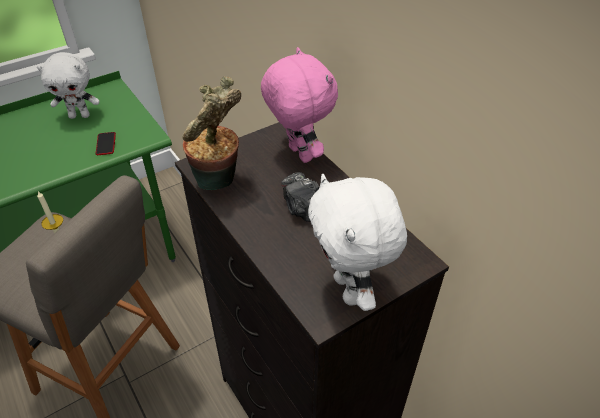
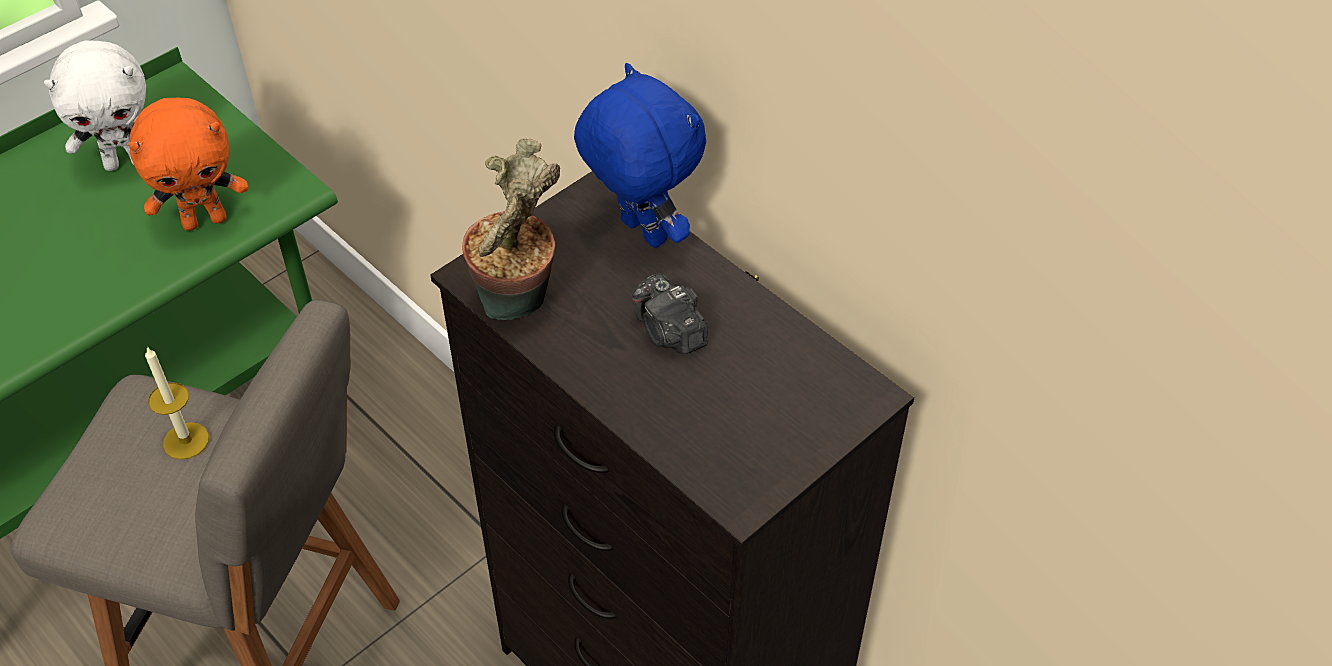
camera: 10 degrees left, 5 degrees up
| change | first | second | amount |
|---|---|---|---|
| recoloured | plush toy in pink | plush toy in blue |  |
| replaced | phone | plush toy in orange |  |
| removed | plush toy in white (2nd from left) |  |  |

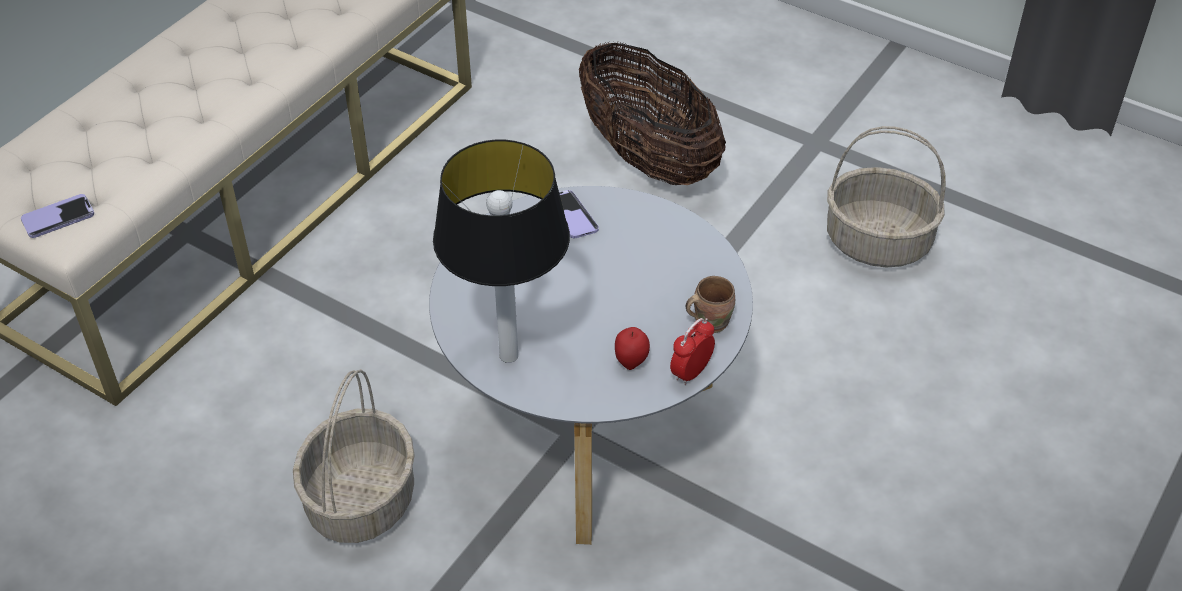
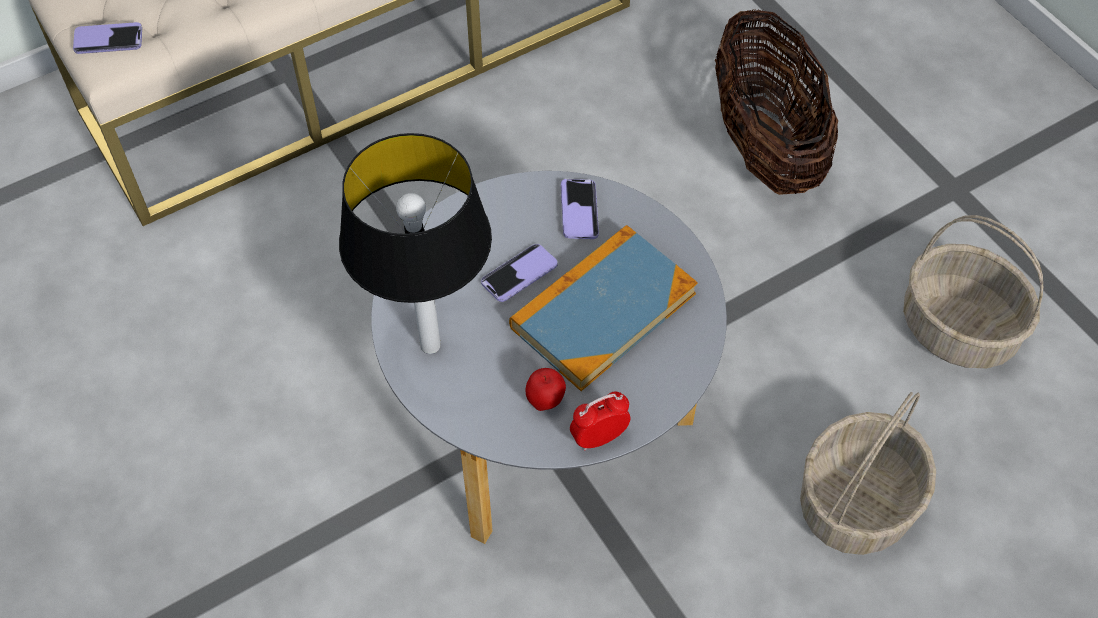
camera: 25 degrees right, 10 degrees up
| change | first | second | amount |
|---|---|---|---|
| removed | mug in brown |  |  |
| moved | basket (1st from left in the first image) | basket (2nd from left) |  |
| added |  | book |  |
| added |  | phone (2nd from left) |  |

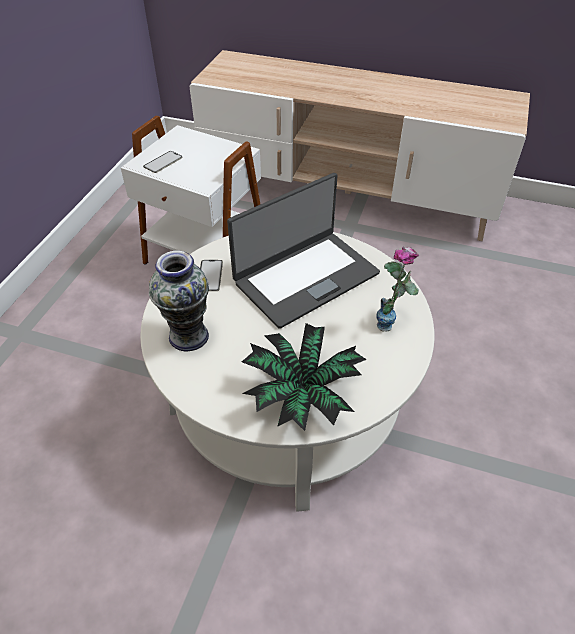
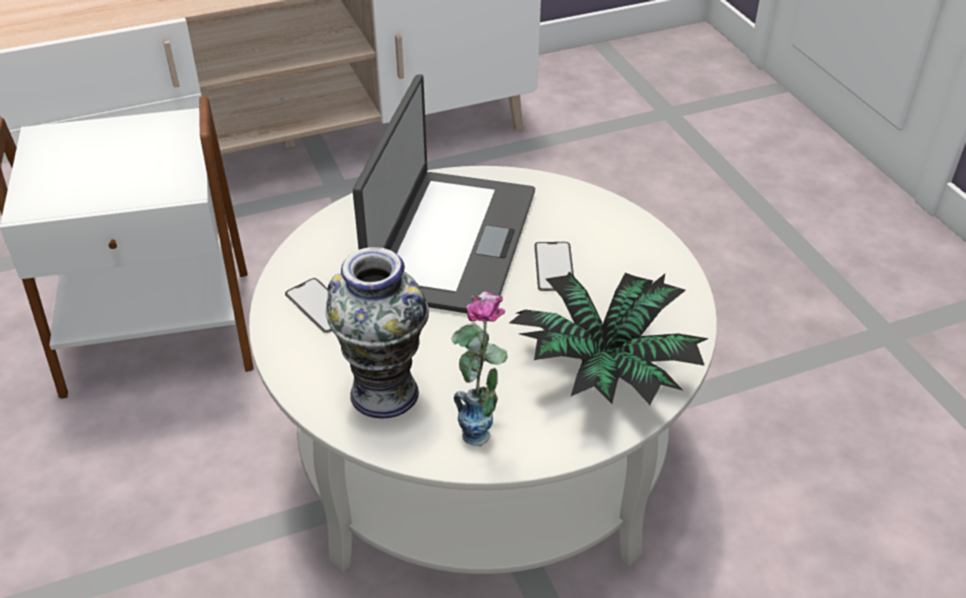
camera: 40 degrees left, 5 degrees down
| change | first | second | amount |
|---|---|---|---|
| moved | phone (1st from left in the first image) | phone (2nd from left) |  |
| moved | vase (2nd from left) |  |  |

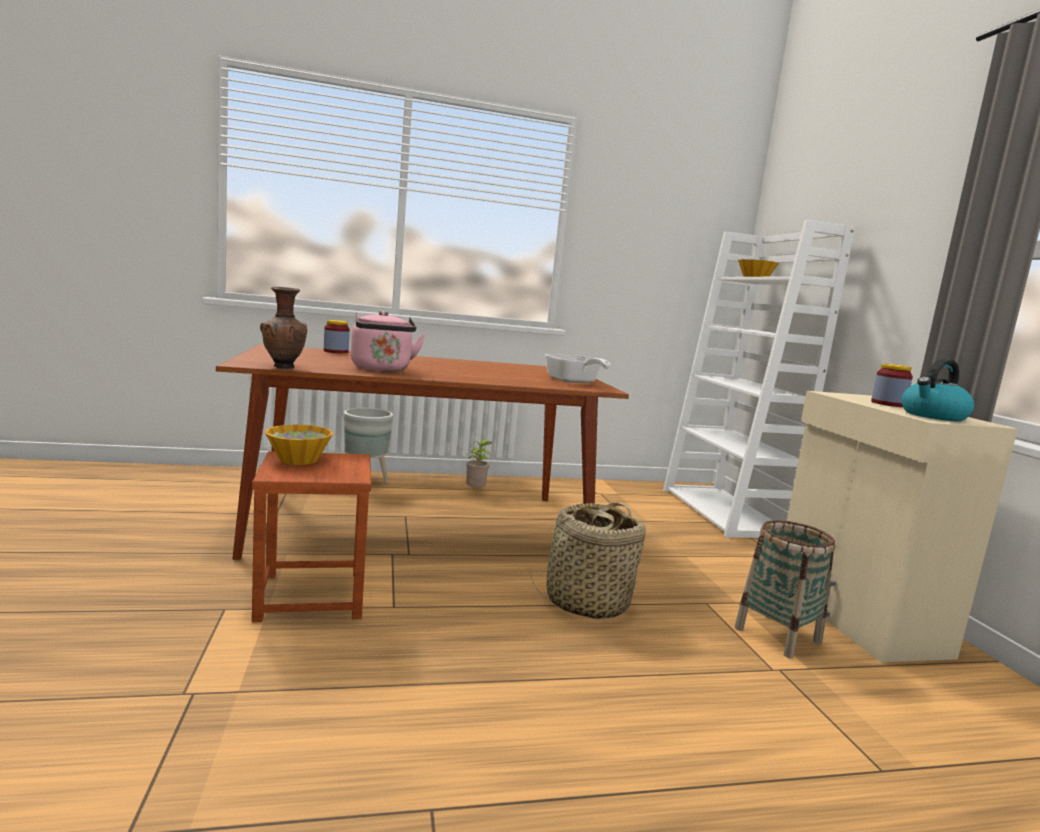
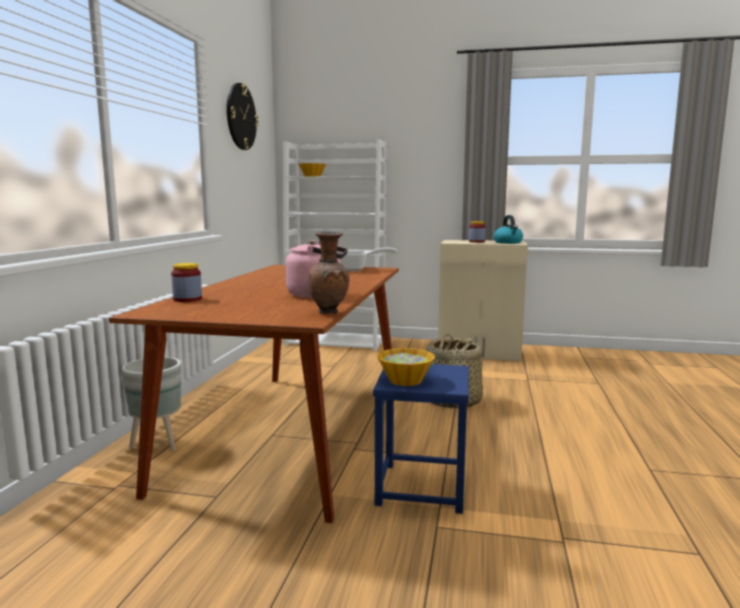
camera: 65 degrees left, 0 degrees up
| change | first | second | amount |
|---|---|---|---|
| removed | potted plant |  |  |
| recoloured | stool in brown | stool in blue |  |
| removed | basket (2nd from left) |  |  |
| added |  | wall clock |  |

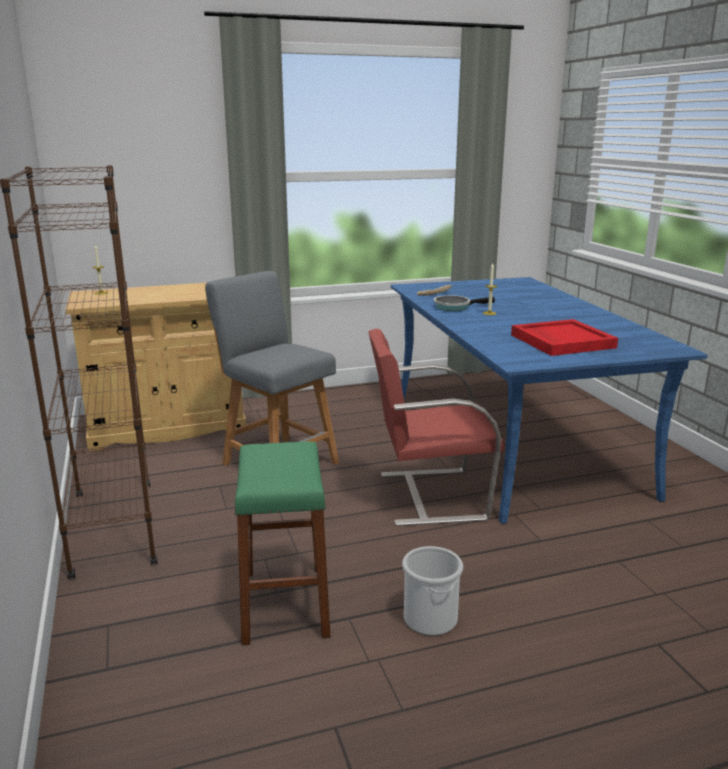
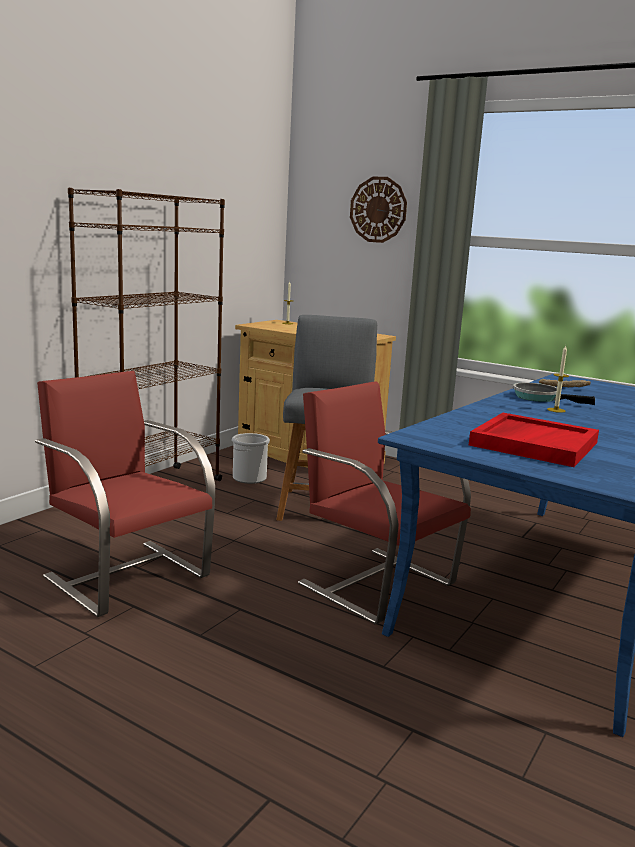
camera: 50 degrees right, 5 degrees down
| change | first | second | amount |
|---|---|---|---|
| replaced | stool in green | chair in red (1st from left) |  |
| moved | bucket |  |  |
| added |  | wall clock |  |

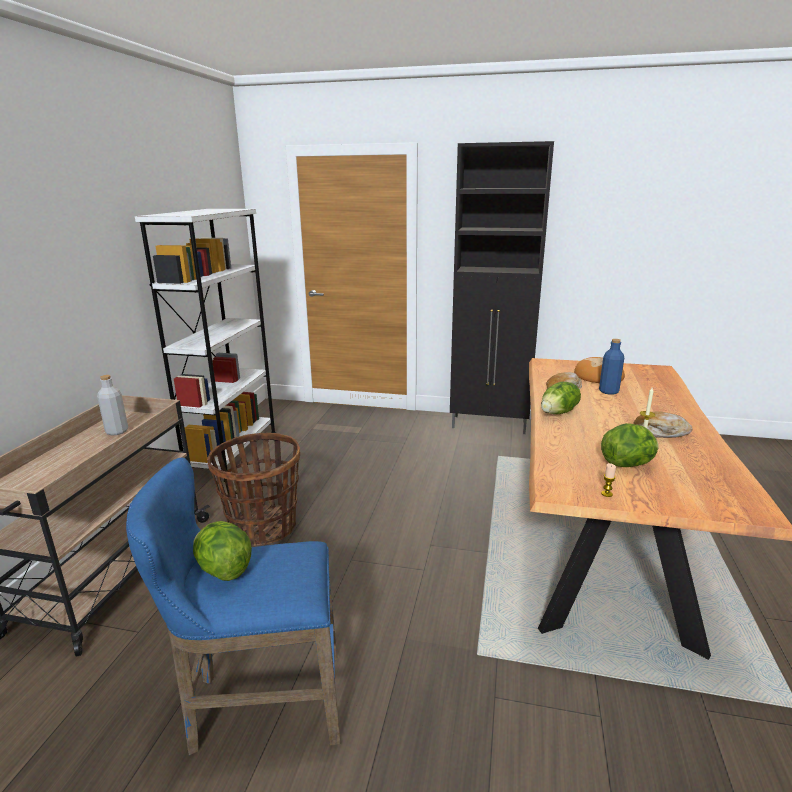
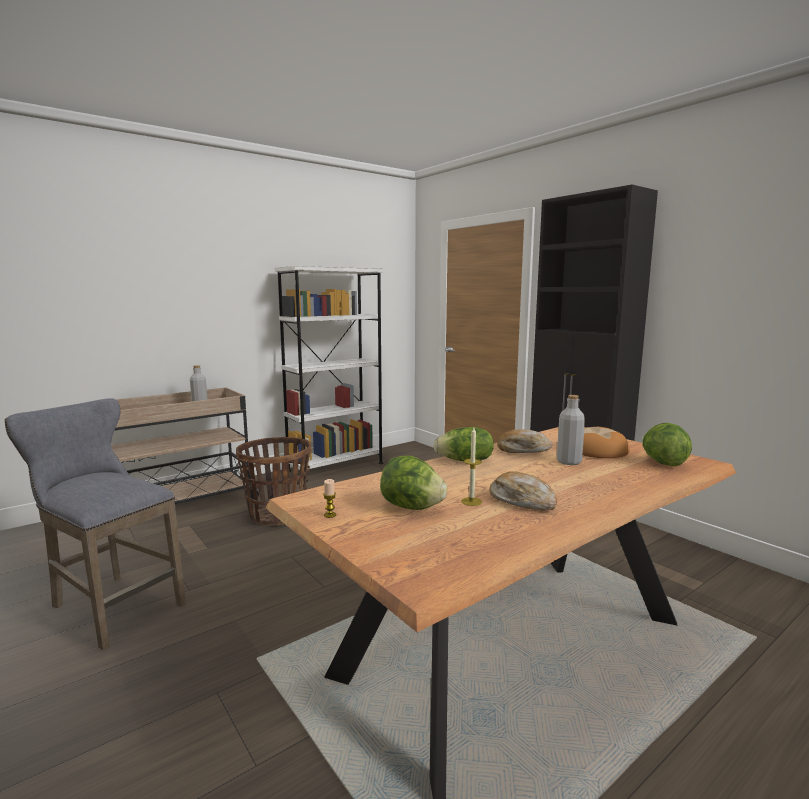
camera: 40 degrees right, 10 degrees down
| change | first | second | amount |
|---|---|---|---|
| recoloured | bottle in blue | bottle in grey (2nd from left) |  |
| recoloured | stool in blue | stool in grey |  |
| moved | lettuce (1st from left in the first image) | lettuce (3rd from left) |  |

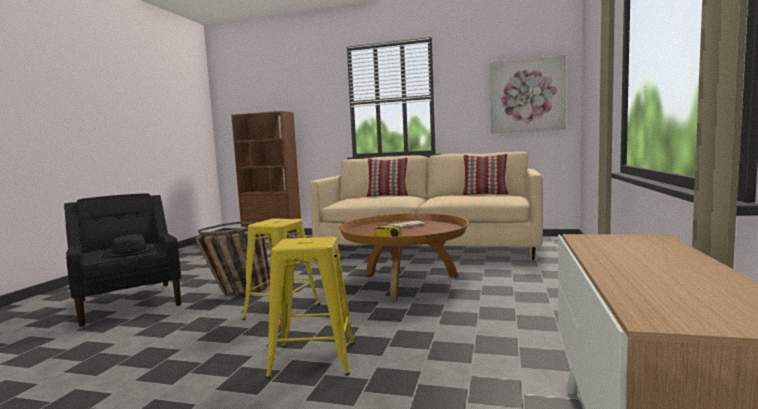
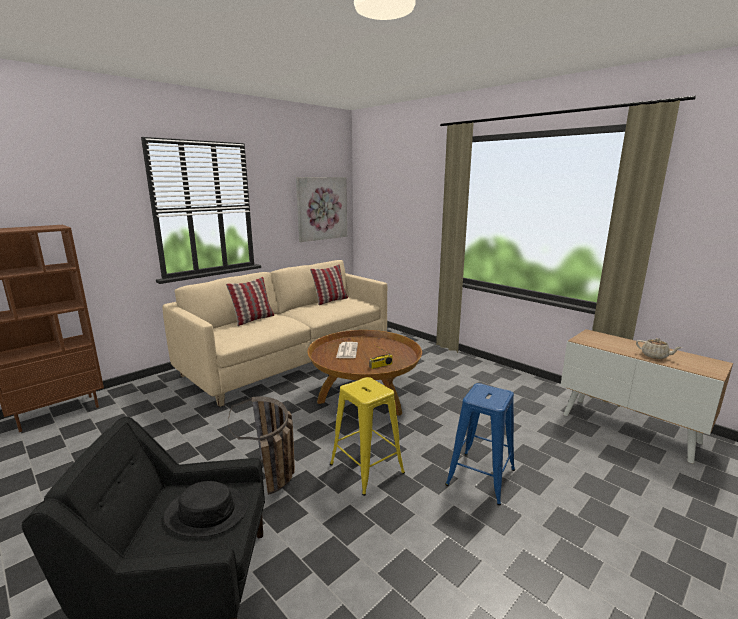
camera: 60 degrees left, 10 degrees up
| change | first | second | amount |
|---|---|---|---|
| recoloured | stool in yellow (2nd from left) | stool in blue |  |
| added |  | teapot in beige |  |

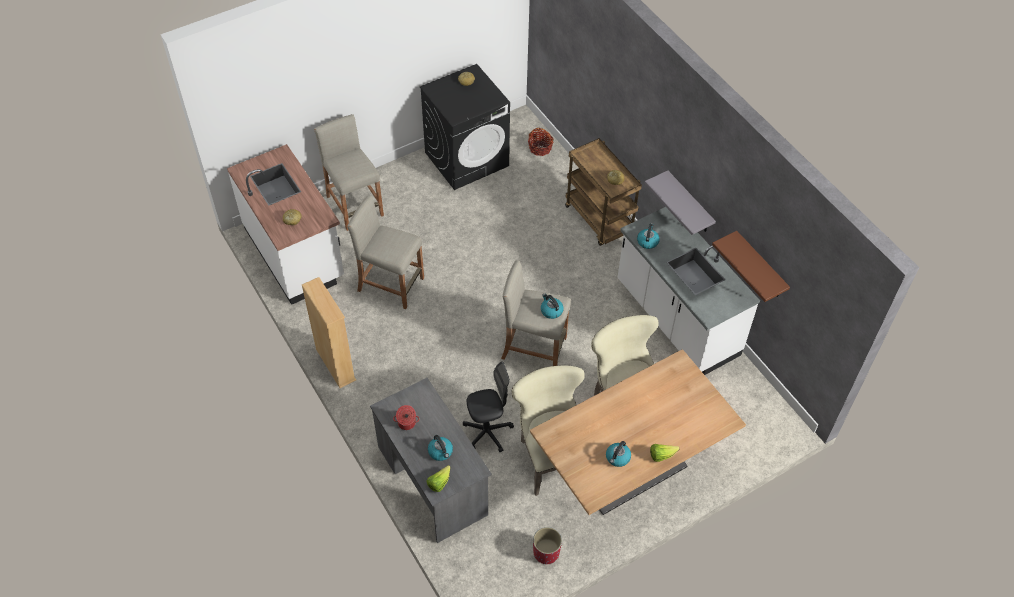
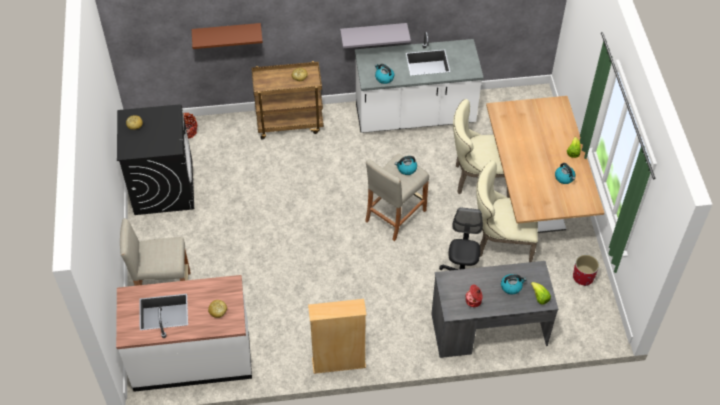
camera: 65 degrees left, 0 degrees up
| change | first | second | amount |
|---|---|---|---|
| removed | stool in beige (2nd from left) |  |  |
| moved | shelf in brown |  |  |

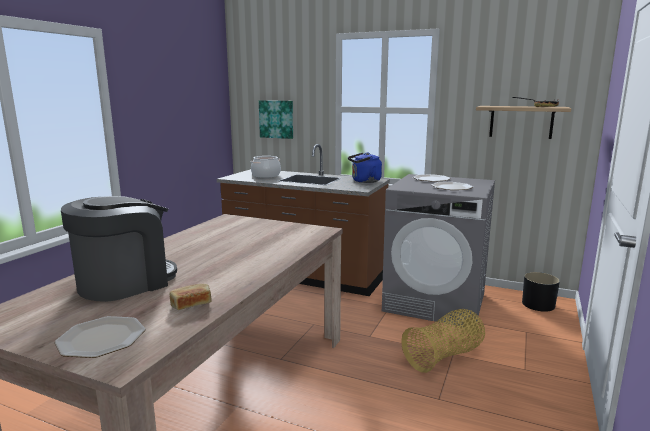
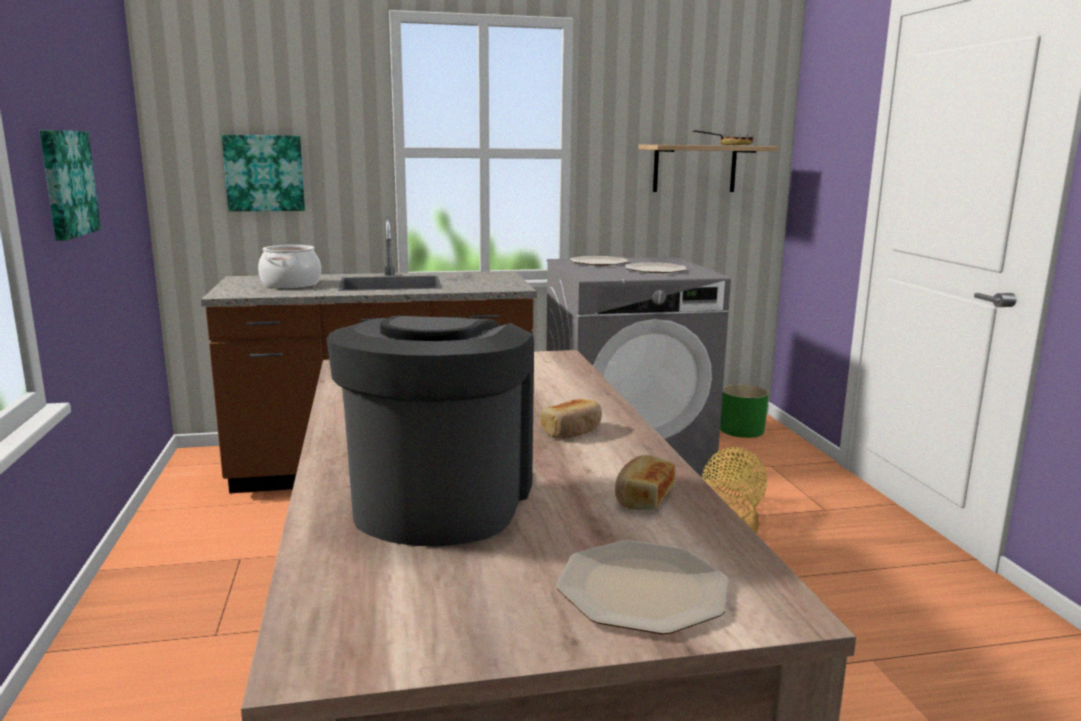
camera: 35 degrees left, 0 degrees up
| change | first | second | amount |
|---|---|---|---|
| removed | kettle in blue |  |  |
| recoloured | planter in black | planter in green |  |
| added |  | picture (1st from left) |  |
| added |  | bread (1st from left) |  |

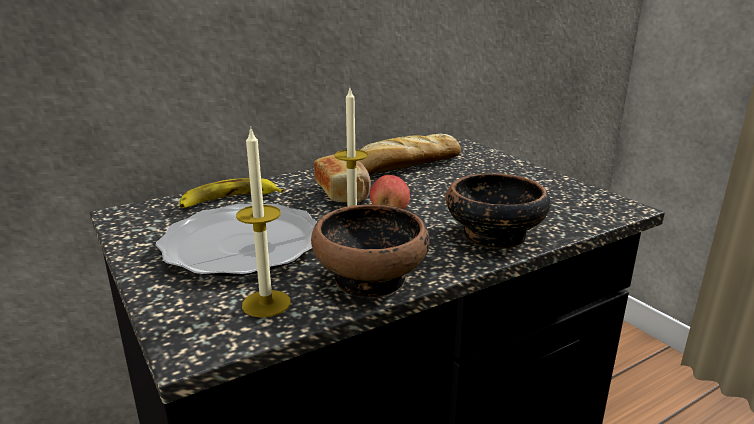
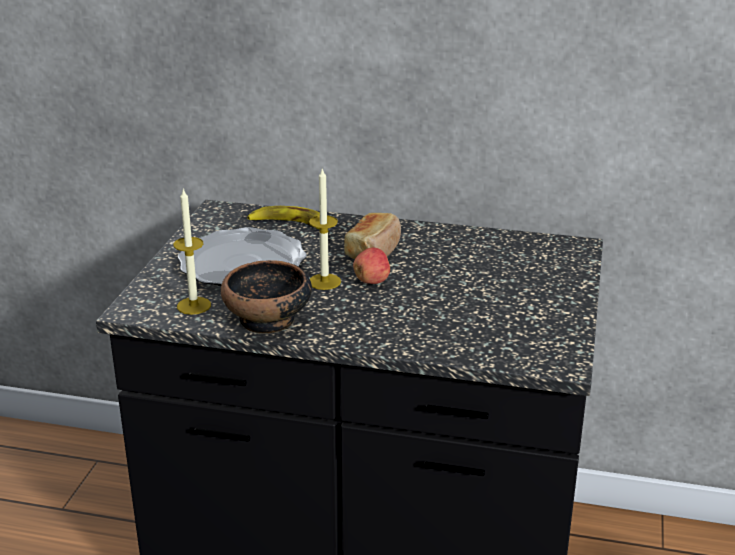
camera: 45 degrees right, 5 degrees up
| change | first | second | amount |
|---|---|---|---|
| removed | bread (2nd from left) |  |  |
| removed | bowl (2nd from left) |  |  |

